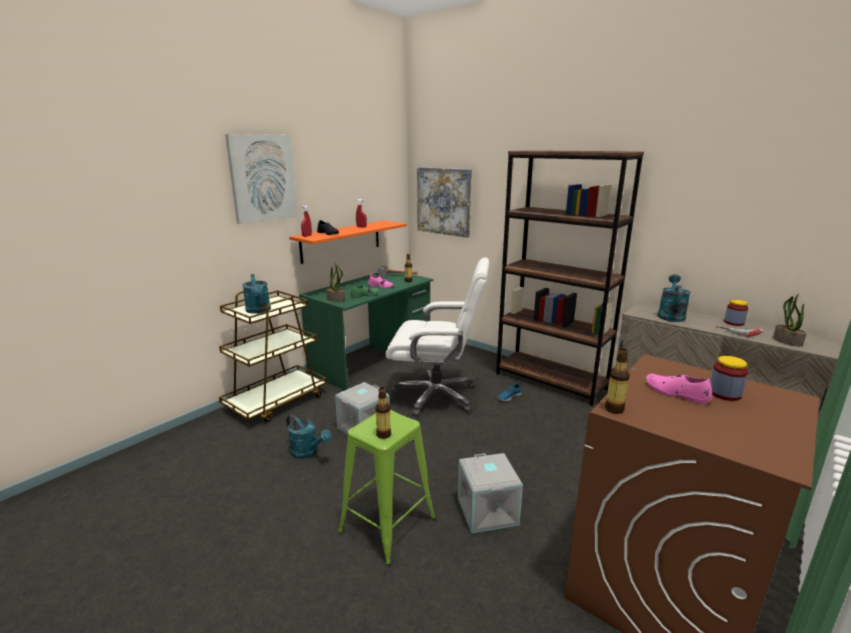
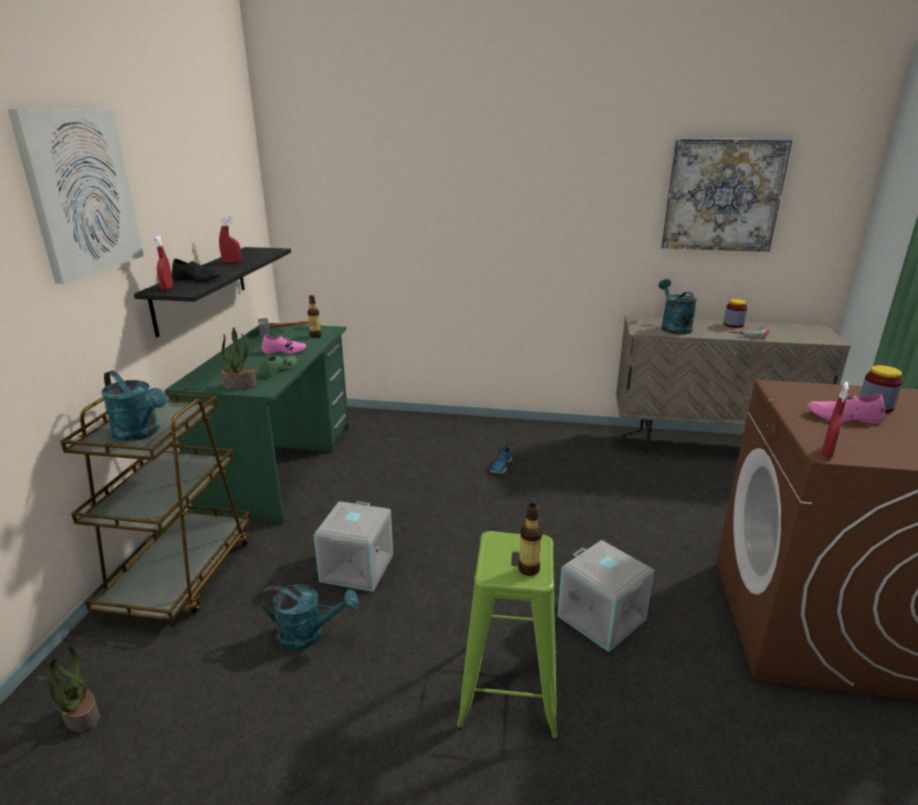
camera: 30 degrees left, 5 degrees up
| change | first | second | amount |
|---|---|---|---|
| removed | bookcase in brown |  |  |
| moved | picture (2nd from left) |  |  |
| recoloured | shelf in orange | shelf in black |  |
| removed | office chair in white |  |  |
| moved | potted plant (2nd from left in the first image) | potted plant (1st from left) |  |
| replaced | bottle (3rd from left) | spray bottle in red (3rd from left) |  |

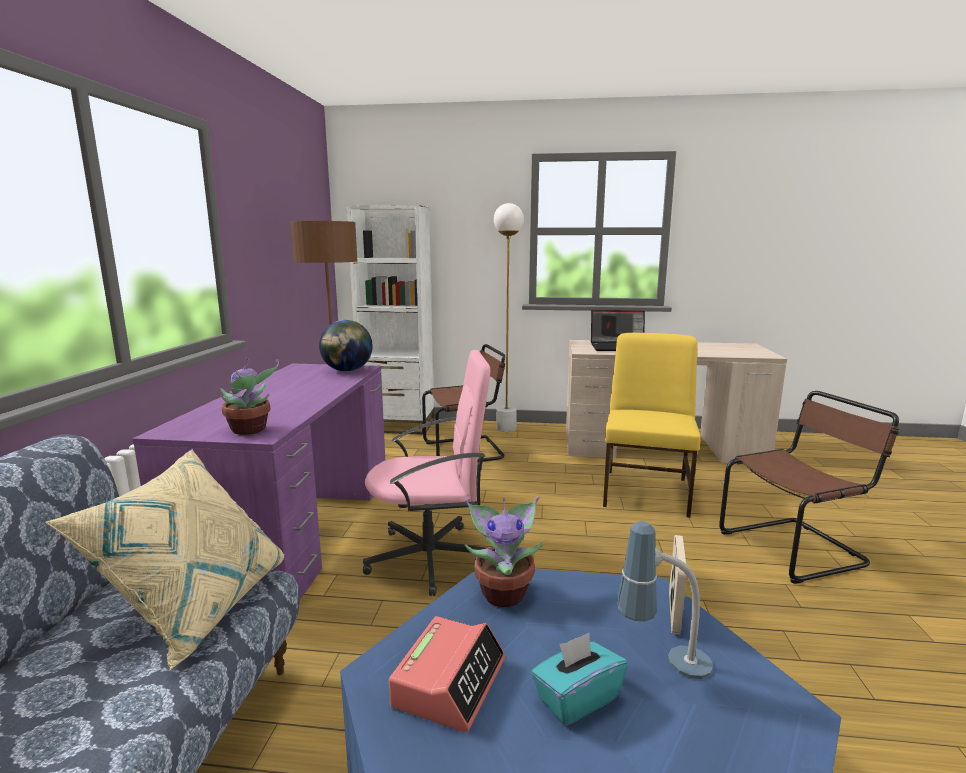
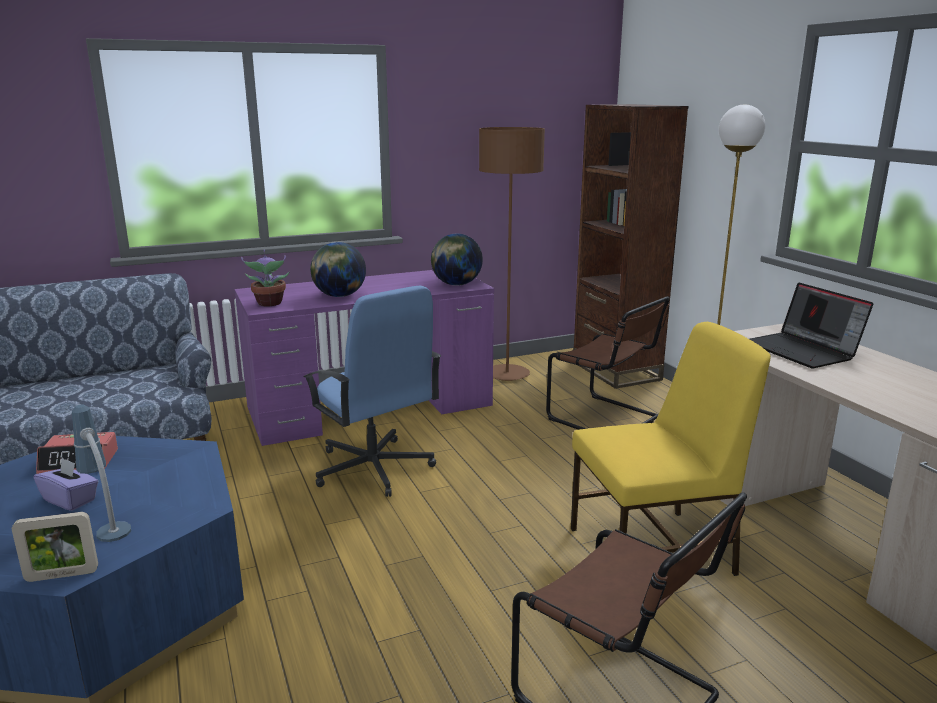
camera: 60 degrees right, 5 degrees up
| change | first | second | amount |
|---|---|---|---|
| recoloured | bookcase in white | bookcase in brown |  |
| recoloured | office chair in pink | office chair in blue |  |
| removed | pillow in beige |  |  |
| removed | potted plant (2nd from left) |  |  |
| moved | picture frame |  |  |
| recoloured | tissue box in turquoise | tissue box in purple |  |
| added |  | globe (1st from left) |  |

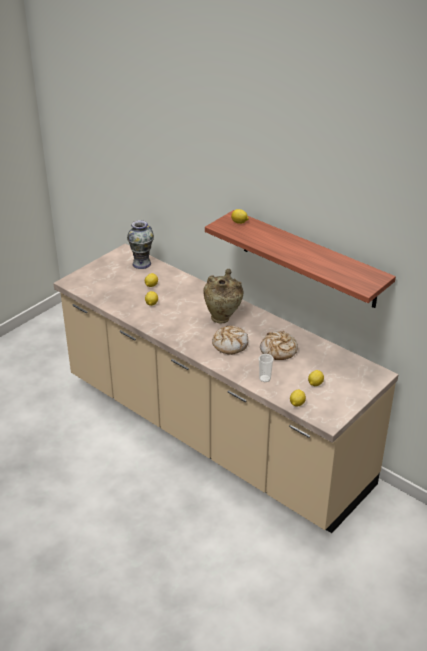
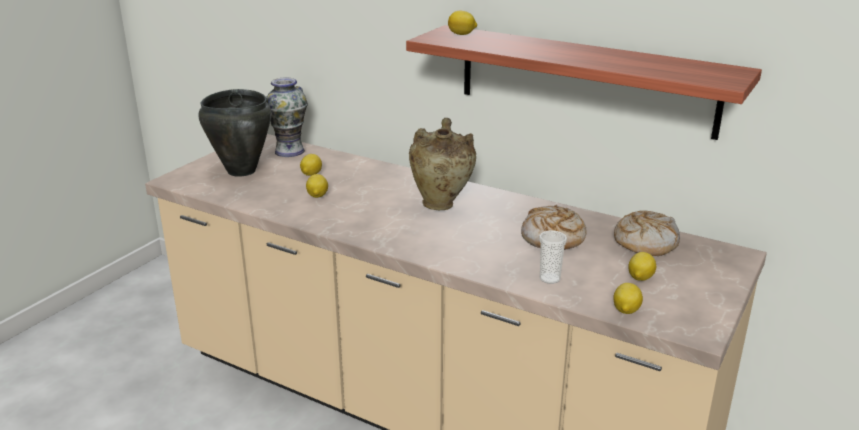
camera: 10 degrees left, 10 degrees down
| change | first | second | amount |
|---|---|---|---|
| moved | bread (1st from left in the first image) | bread (2nd from left) |  |
| added |  | cooking pot in black |  |

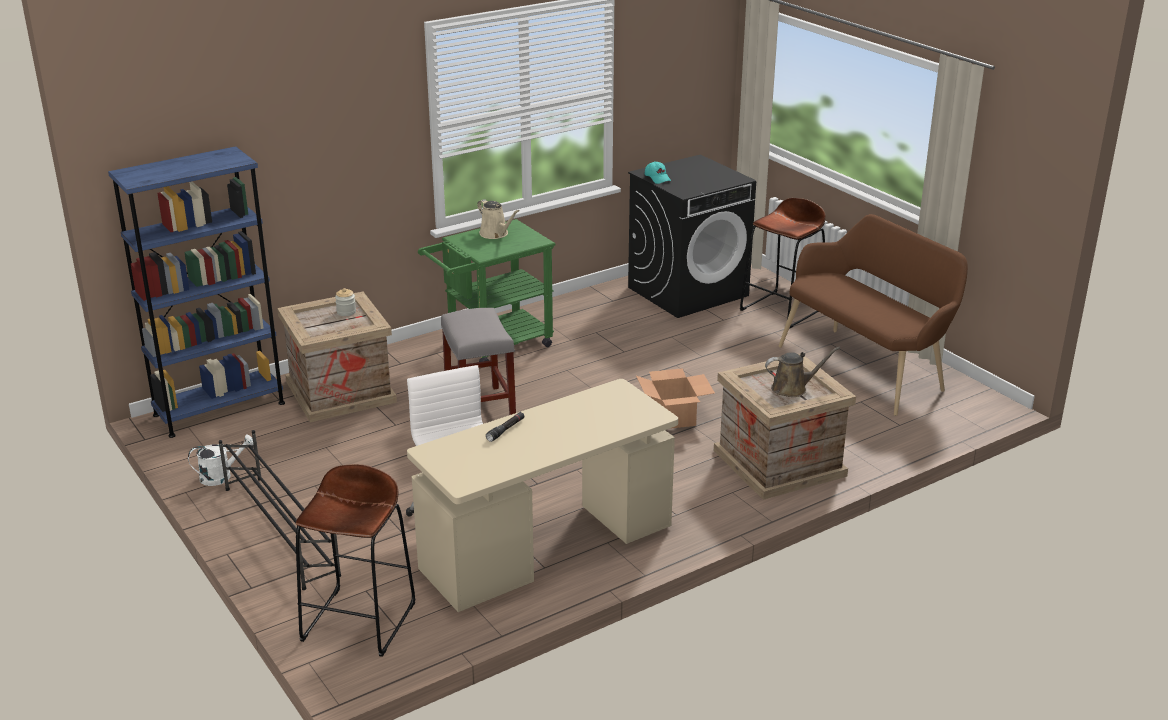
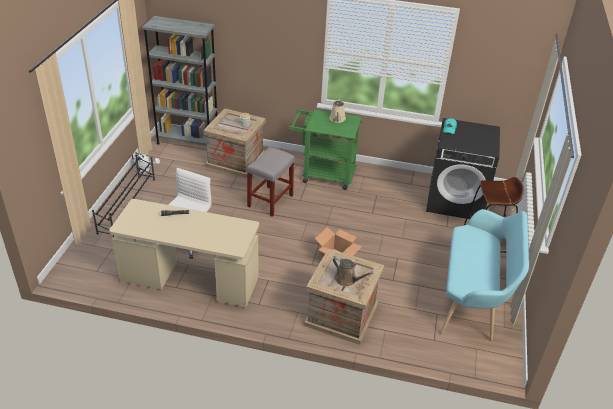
camera: 45 degrees right, 10 degrees up
| change | first | second | amount |
|---|---|---|---|
| recoloured | bookcase in blue | bookcase in grey |  |
| recoloured | bench in brown | bench in turquoise |  |
| removed | stool in brown (1st from left) |  |  |

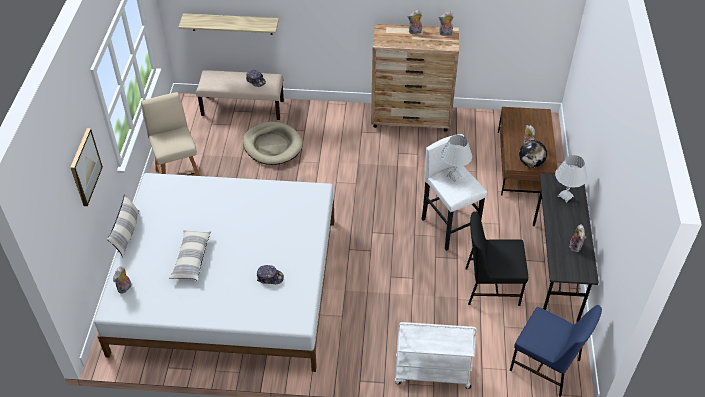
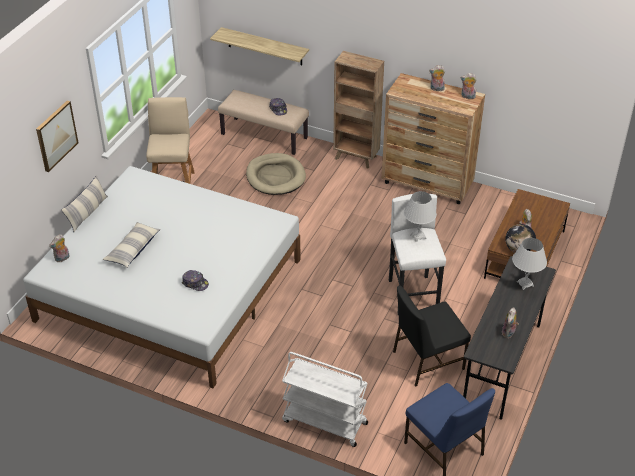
camera: 20 degrees right, 5 degrees down
| change | first | second | amount |
|---|---|---|---|
| turned | chair in black |  | 45 degrees counterclockwise |
| added |  | bookcase in brown |  |

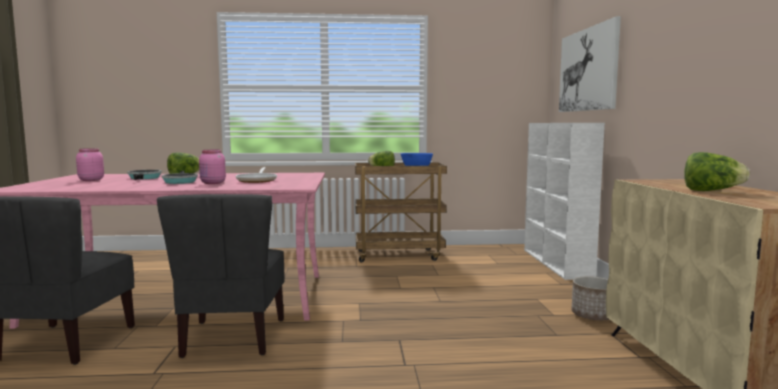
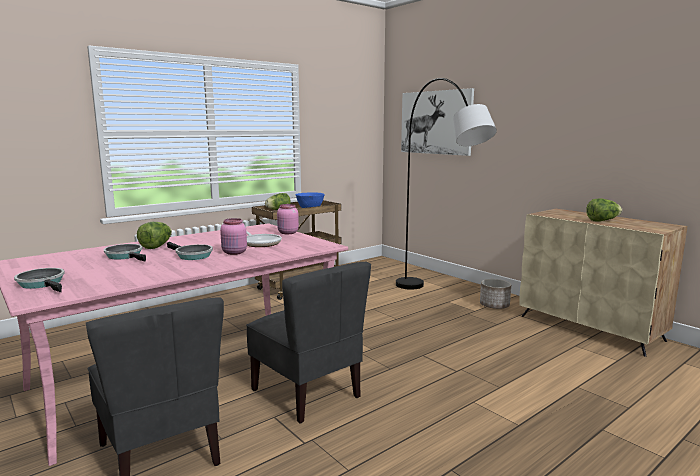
camera: 35 degrees left, 5 degrees up
| change | first | second | amount |
|---|---|---|---|
| removed | bookcase in white |  |  |
| moved | jar in pink (1st from left in the first image) | jar in pink (2nd from left) |  |
| added |  | floor lamp in grey |  |
| added |  | frying pan (1st from left) |  |

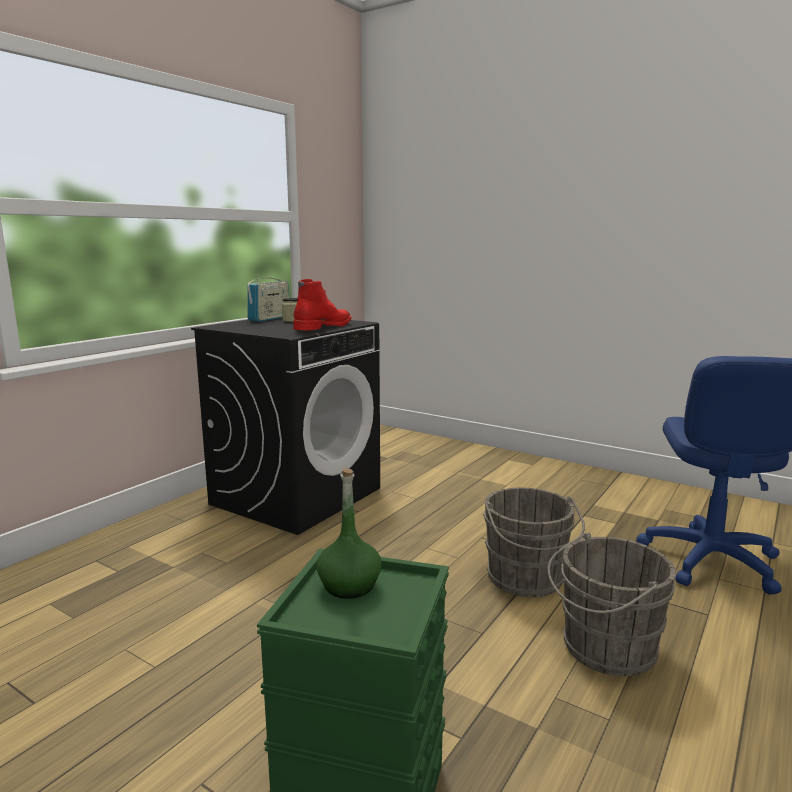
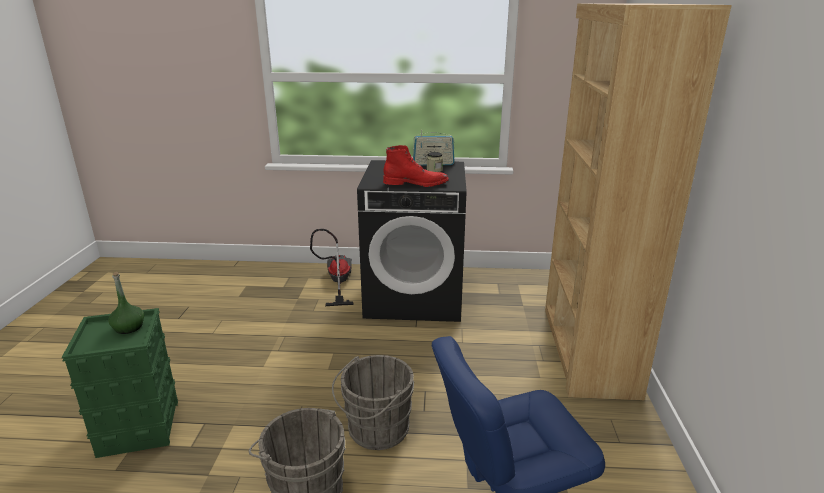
camera: 60 degrees right, 10 degrees up
| change | first | second | amount |
|---|---|---|---|
| added |  | bookcase in brown |  |
| added |  | vacuum cleaner |  |

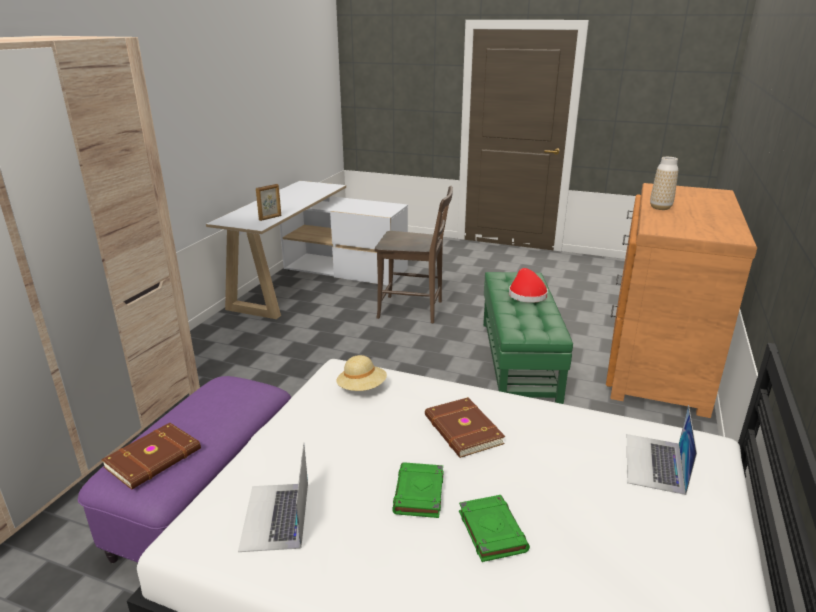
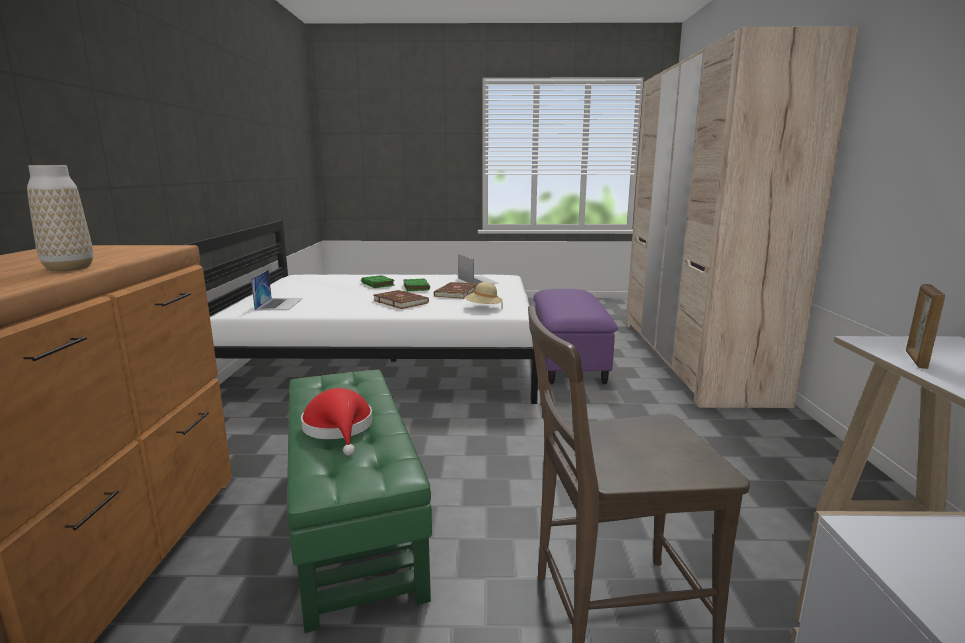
camera: 160 degrees right, 10 degrees down
| change | first | second | amount |
|---|---|---|---|
| moved | book in brown (1st from left in the first image) | book in brown (2nd from left) |  |

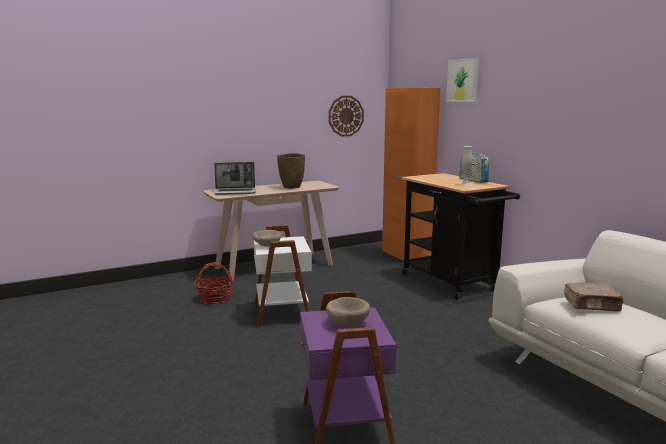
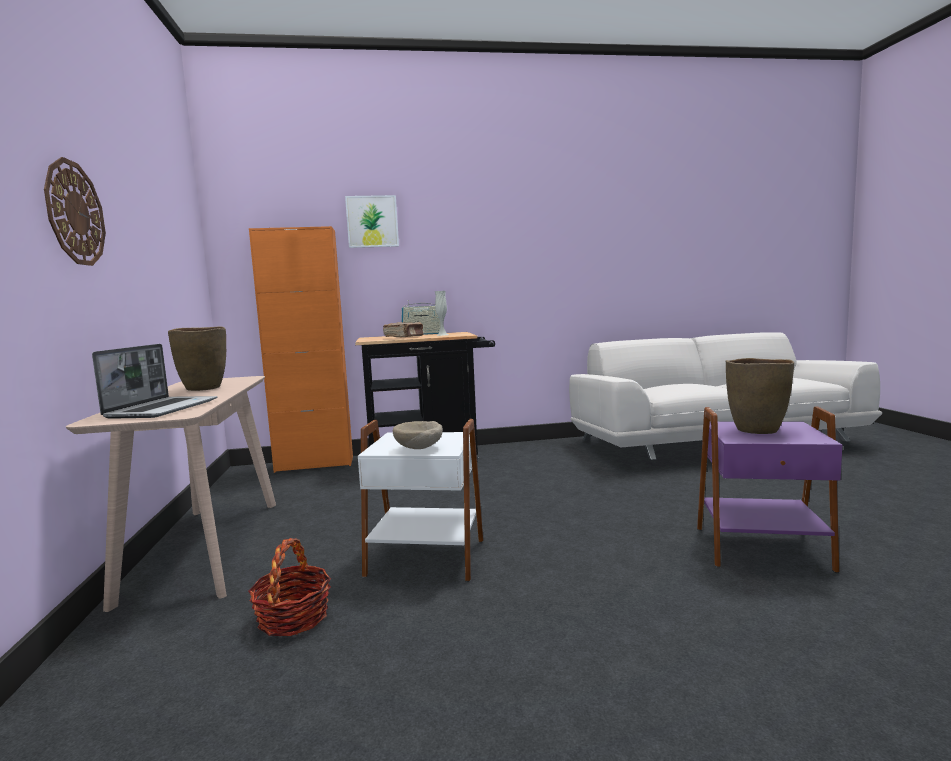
camera: 70 degrees left, 5 degrees down
| change | first | second | amount |
|---|---|---|---|
| moved | wall clock |  |  |
| moved | book in brown |  |  |
| replaced | bowl in beige (2nd from left) | vase in brown (2nd from left) |  |

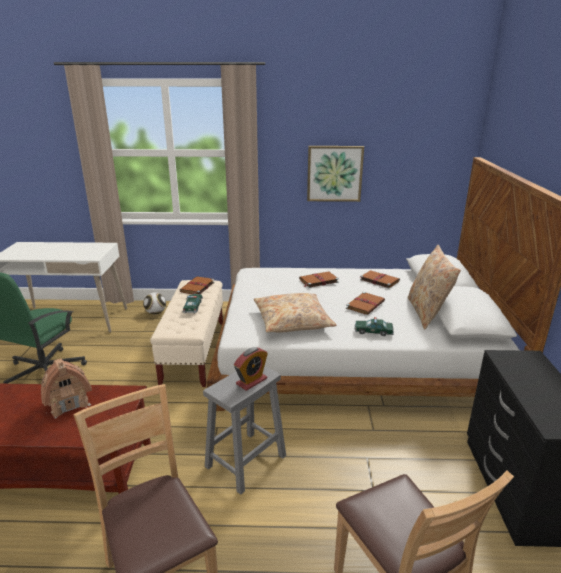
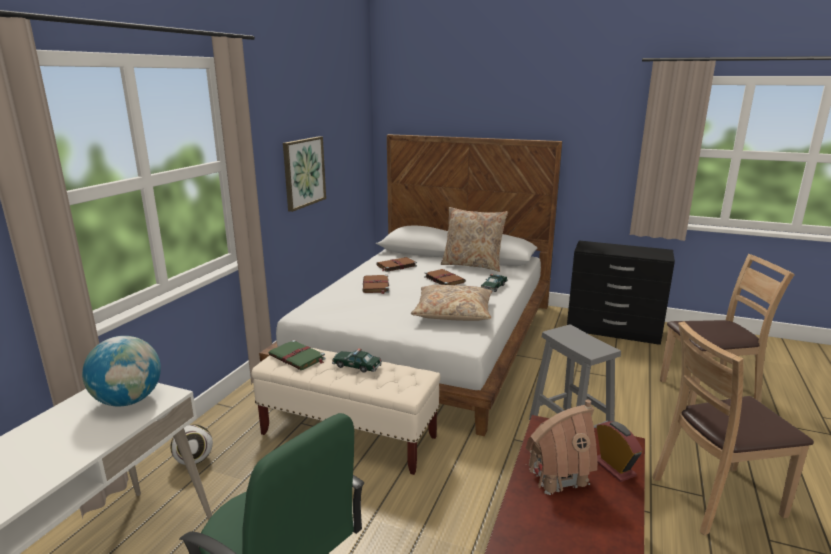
camera: 70 degrees left, 5 degrees down
| change | first | second | amount |
|---|---|---|---|
| recoloured | book in brown (1st from left) | book in green |  |
| moved | alarm clock |  |  |
| added |  | globe |  |

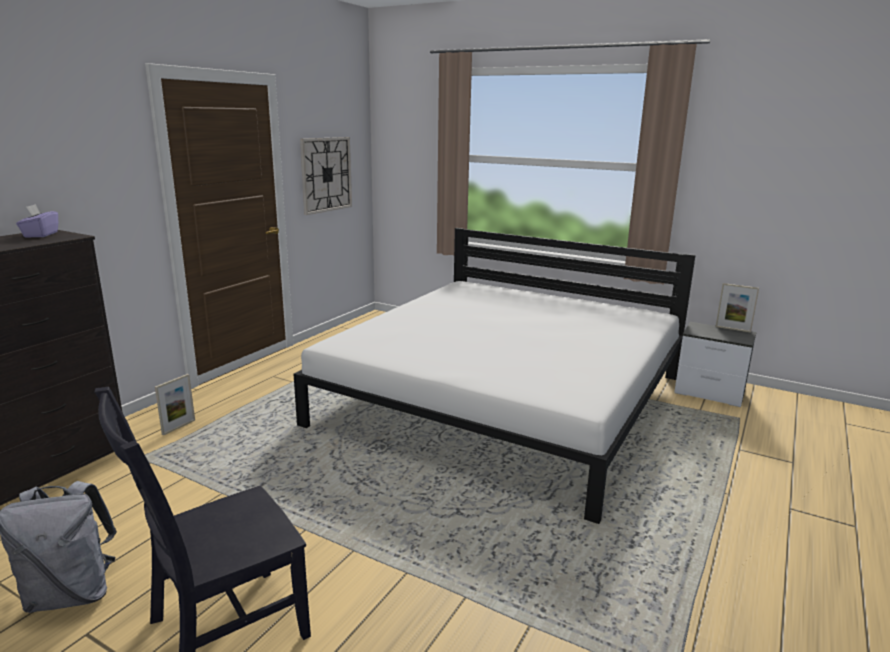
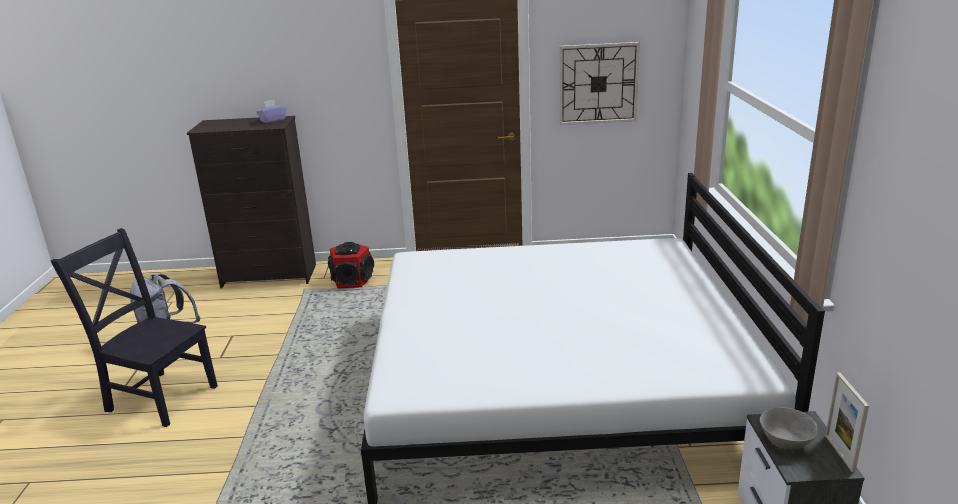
camera: 60 degrees right, 5 degrees up
| change | first | second | amount |
|---|---|---|---|
| replaced | picture frame (1st from left) | speaker |  |
| added |  | bowl in grey |  |

